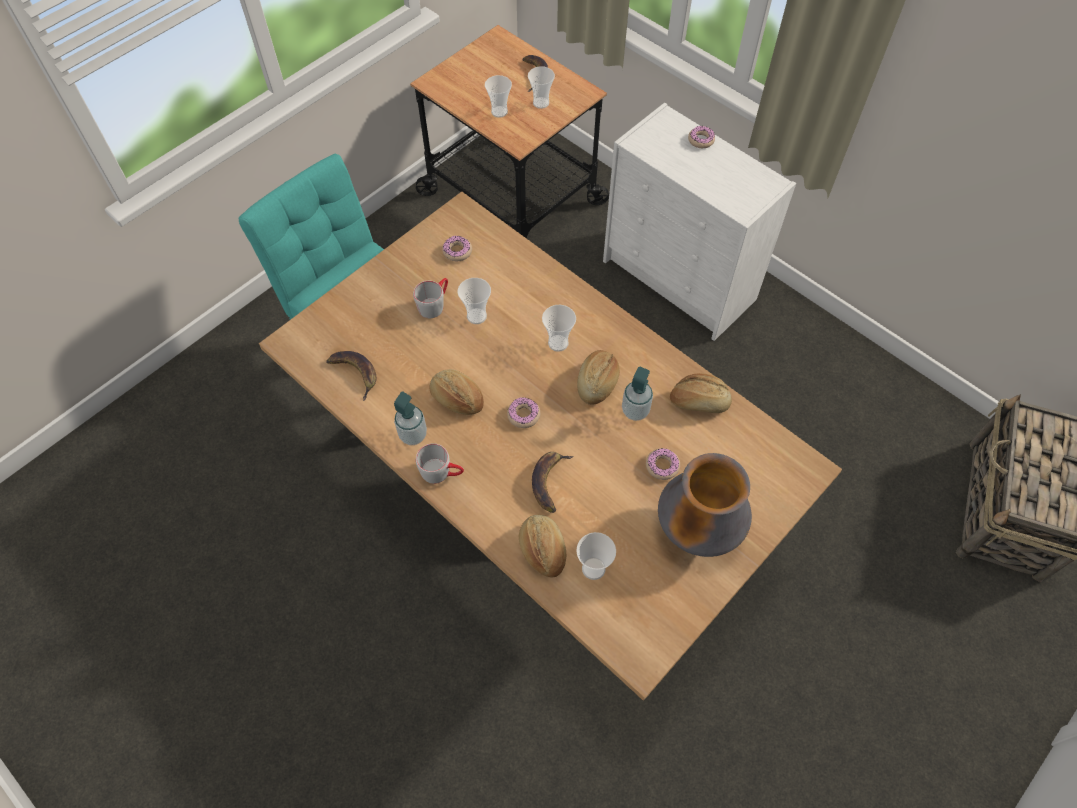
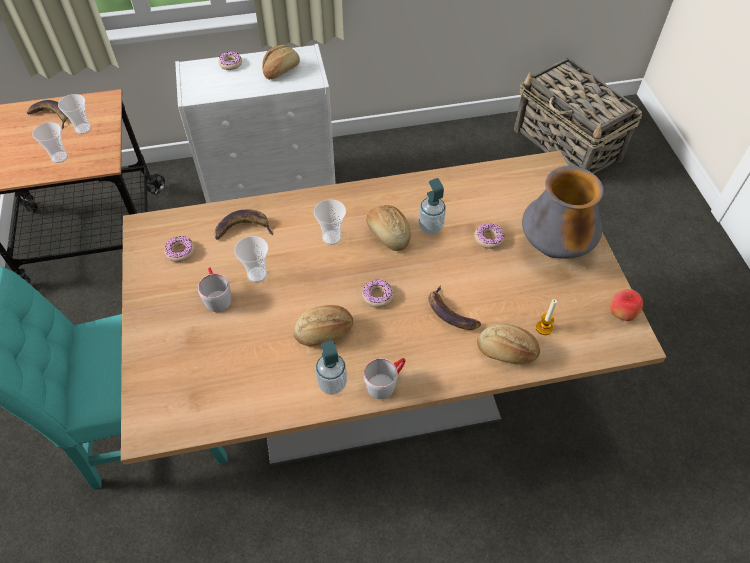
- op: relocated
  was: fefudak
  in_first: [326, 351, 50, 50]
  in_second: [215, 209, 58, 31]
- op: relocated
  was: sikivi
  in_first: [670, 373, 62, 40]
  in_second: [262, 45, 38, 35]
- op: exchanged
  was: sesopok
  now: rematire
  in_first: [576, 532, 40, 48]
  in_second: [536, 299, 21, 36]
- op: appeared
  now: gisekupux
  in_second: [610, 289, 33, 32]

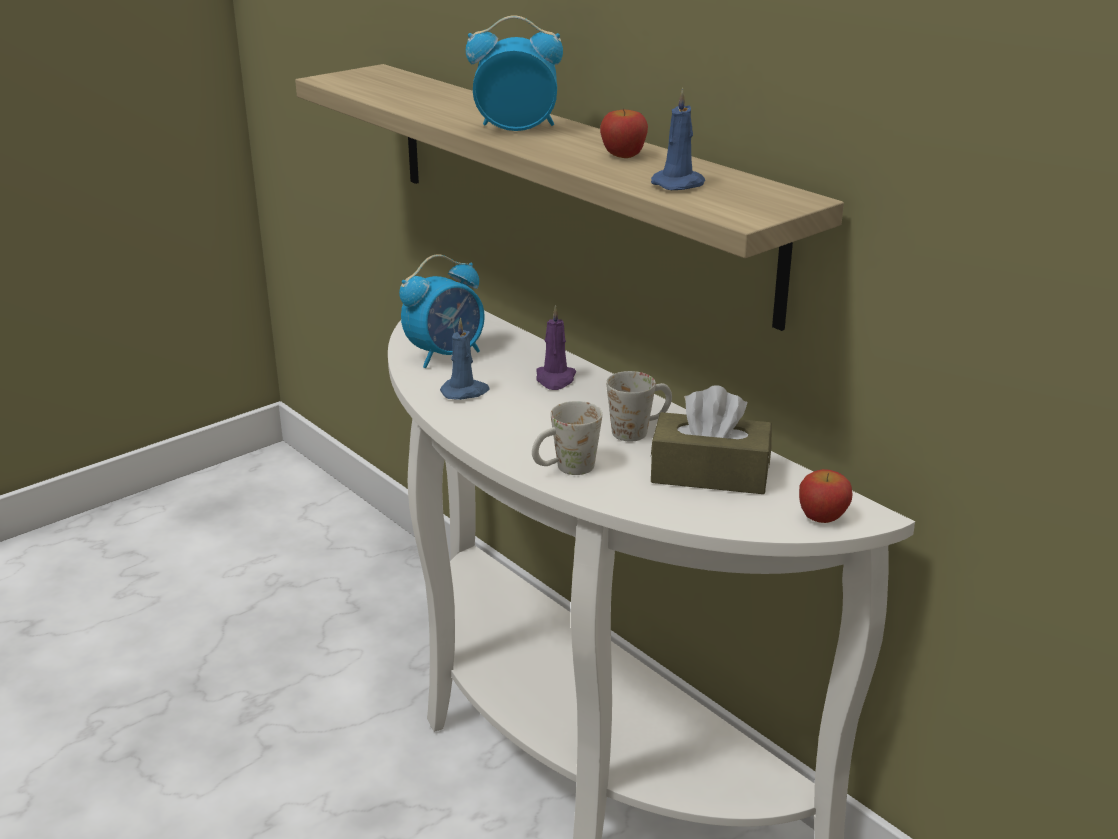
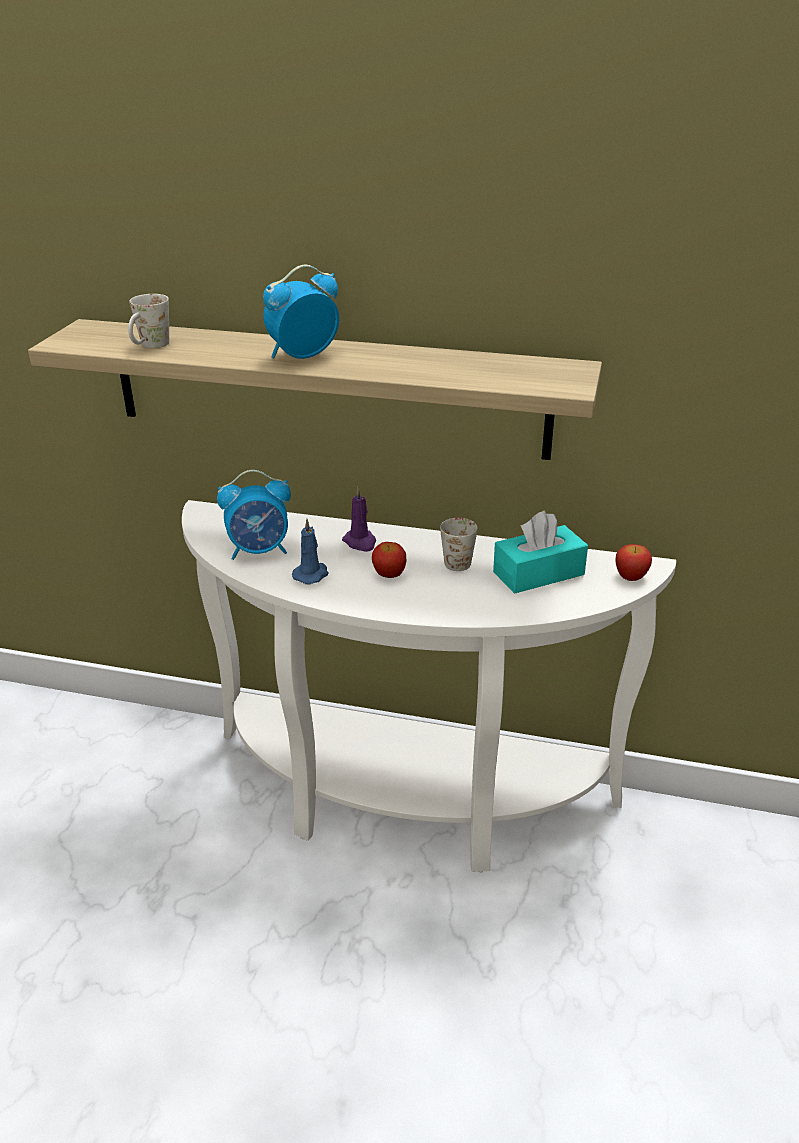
- op: relocated
  was: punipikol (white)
  in_first: [532, 401, 70, 74]
  in_second: [128, 294, 41, 54]
- op: spun
  was: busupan
  in_first: [399, 254, 86, 114]
  in_second: [217, 470, 74, 90]
  clockwise: 60
- op: relocated
  was: gisekupux
  in_first: [600, 109, 48, 49]
  in_second: [372, 542, 34, 36]
- op: colour
  was: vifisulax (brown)
  now: vifisulax (turquoise)
  in_first: [651, 385, 121, 109]
  in_second: [493, 511, 95, 83]
- op: missing
  was: rematire (blue)
  in_first: [651, 88, 54, 102]

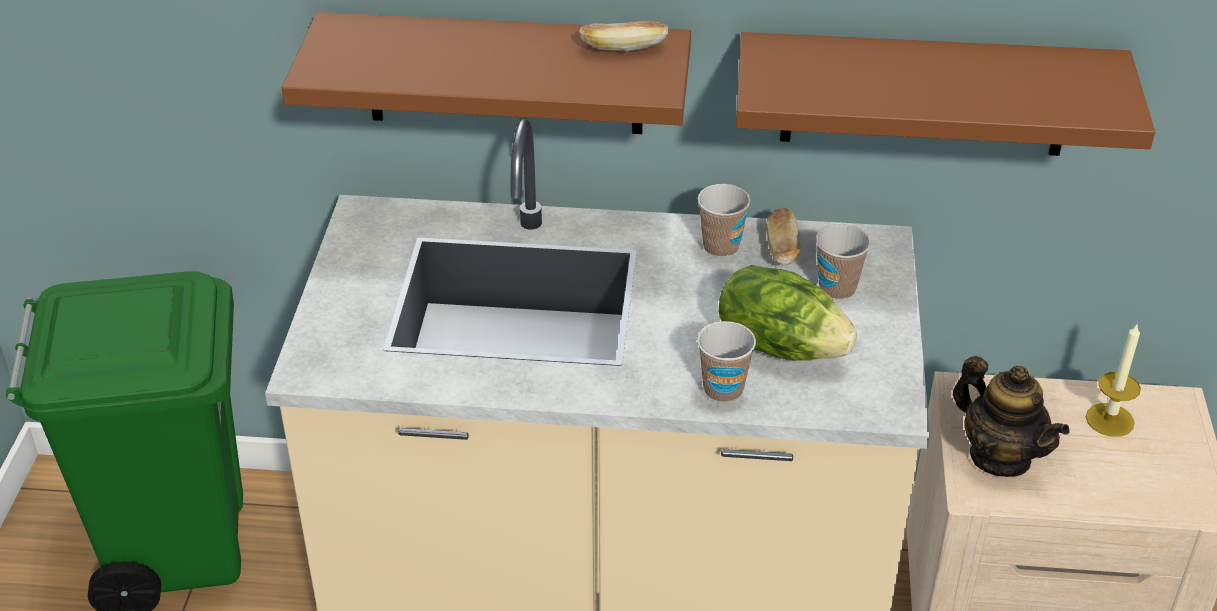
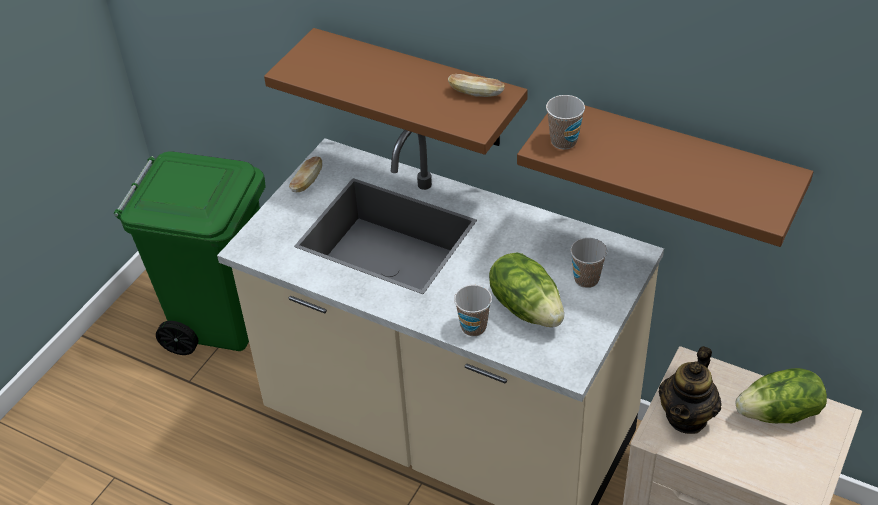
- op: relocated
  was: sikivi
  in_first: [766, 208, 34, 57]
  in_second: [289, 157, 34, 35]
- op: relocated
  was: sesopok
  in_first: [698, 184, 52, 74]
  in_second: [546, 95, 39, 55]
- op: spun
  was: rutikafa
  in_first: [953, 356, 117, 121]
  in_second: [659, 346, 63, 88]
  clockwise: 45
- op: exchanged
  was: rematire
  now: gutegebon
  in_first: [1086, 323, 55, 114]
  in_second: [736, 368, 91, 55]

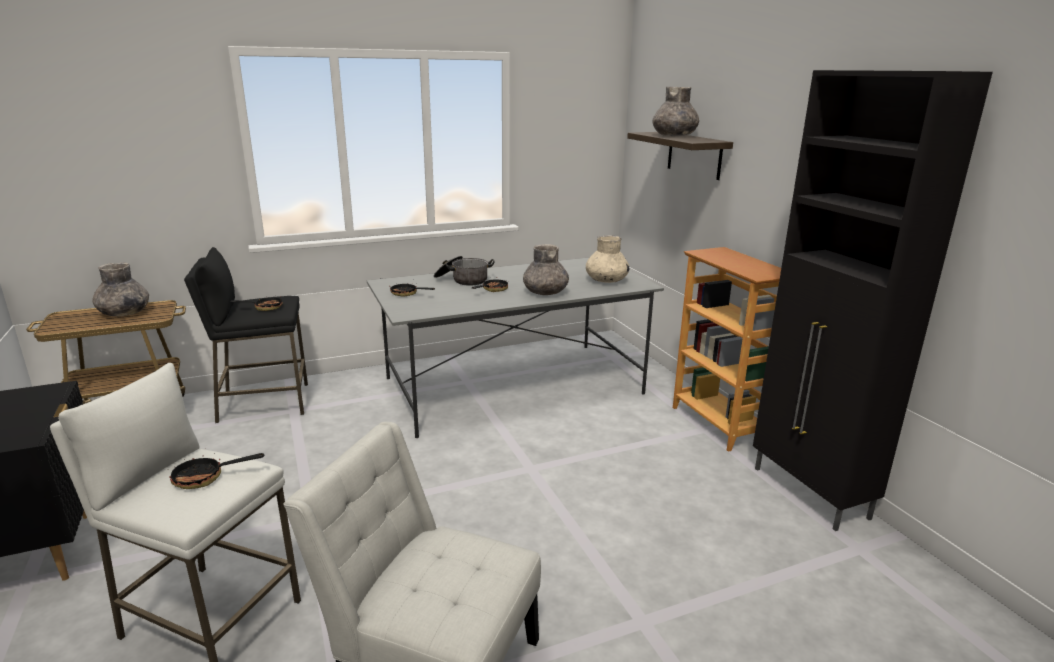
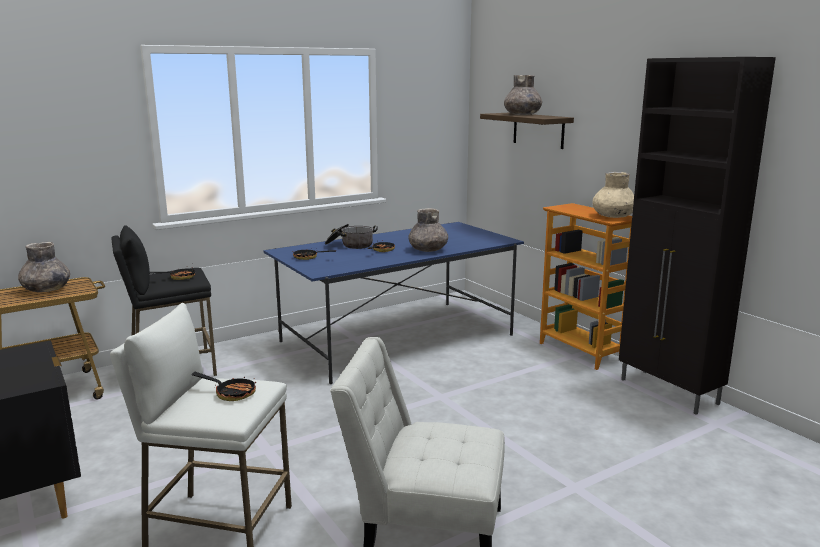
- op: spun
  was: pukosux
  in_first: [169, 453, 95, 36]
  in_second: [192, 371, 64, 30]
  clockwise: -135
- op: colour
  was: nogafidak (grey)
  now: nogafidak (blue)
  in_first: [367, 257, 297, 181]
  in_second: [263, 222, 261, 162]
- op: relocated
  was: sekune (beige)
  in_first: [586, 235, 44, 48]
  in_second: [592, 172, 42, 46]

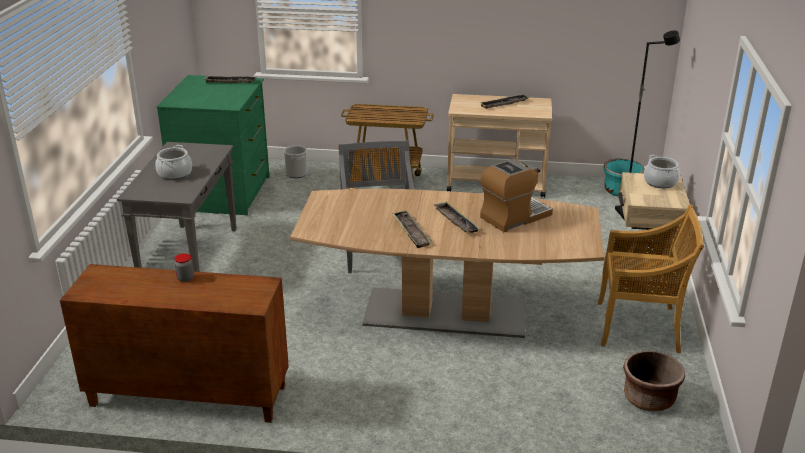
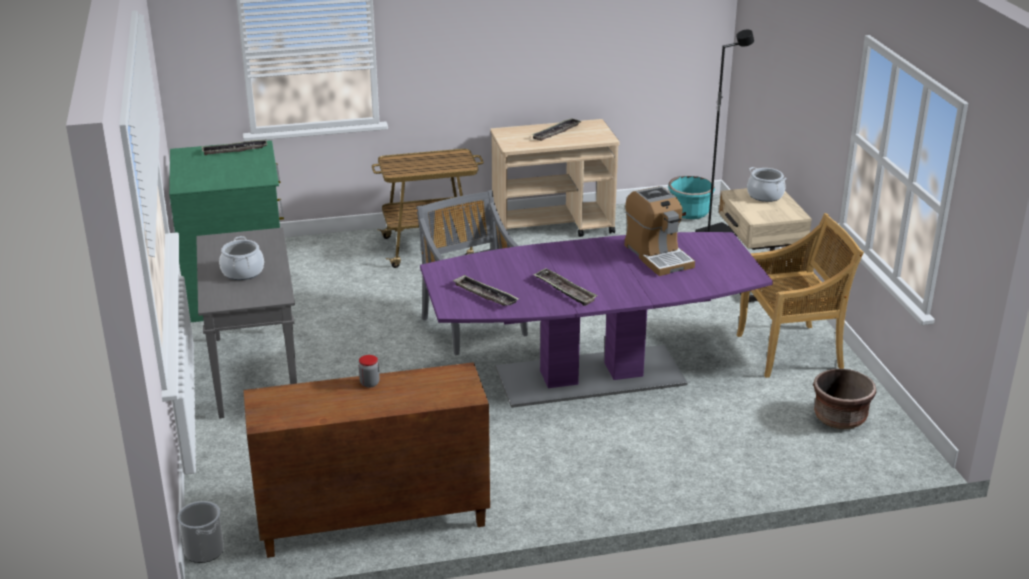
- op: relocated
  was: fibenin
  in_first: [283, 145, 24, 33]
  in_second: [177, 501, 47, 62]
- op: colour
  was: nogafidak (brown)
  now: nogafidak (purple)
  in_first: [290, 189, 315, 149]
  in_second: [420, 232, 353, 176]
- op: relocated
  was: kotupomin
  in_first: [434, 202, 47, 31]
  in_second: [452, 275, 66, 31]
- op: spun
  was: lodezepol
  in_first: [480, 159, 73, 73]
  in_second: [624, 186, 71, 90]
  clockwise: 120

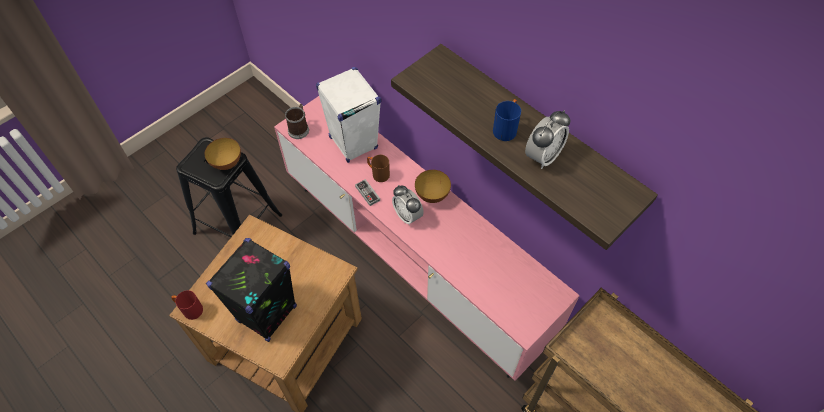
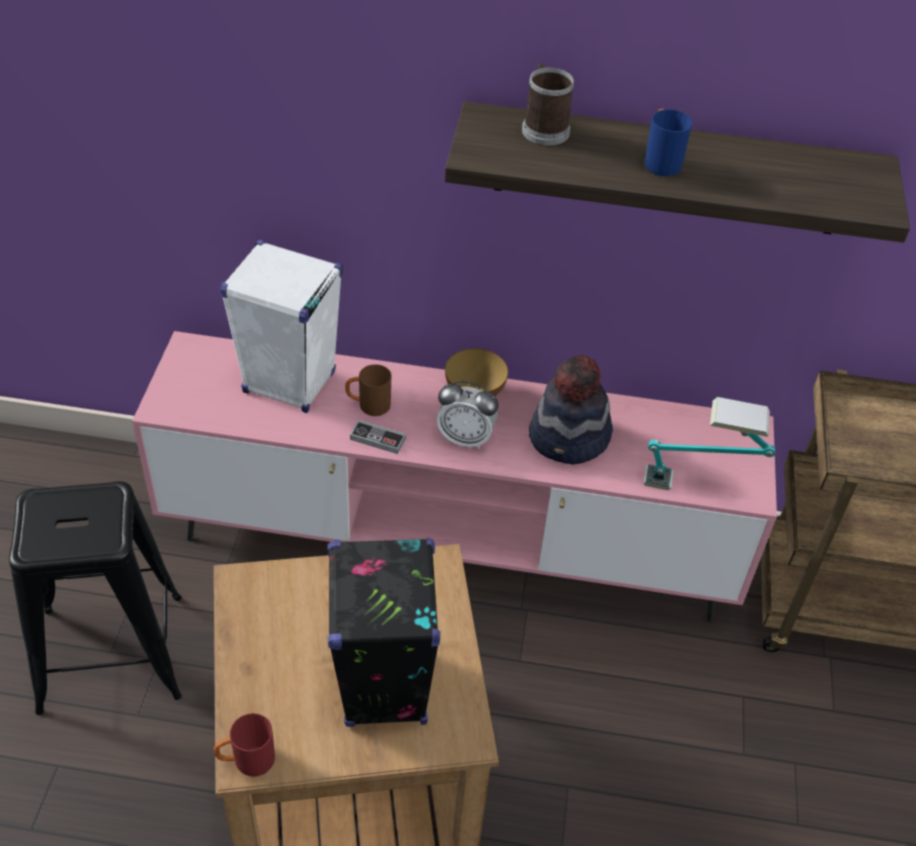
- op: relocated
  was: punipikol
  in_first: [285, 104, 24, 35]
  in_second: [522, 63, 52, 83]
- op: appeared
  now: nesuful
  in_second: [529, 355, 84, 110]
- op: appeared
  now: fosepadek
  in_second: [643, 397, 133, 93]
- op: missing
  was: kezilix
  in_first: [204, 138, 37, 32]
- op: missing
  was: busupan
  in_first: [525, 110, 46, 59]

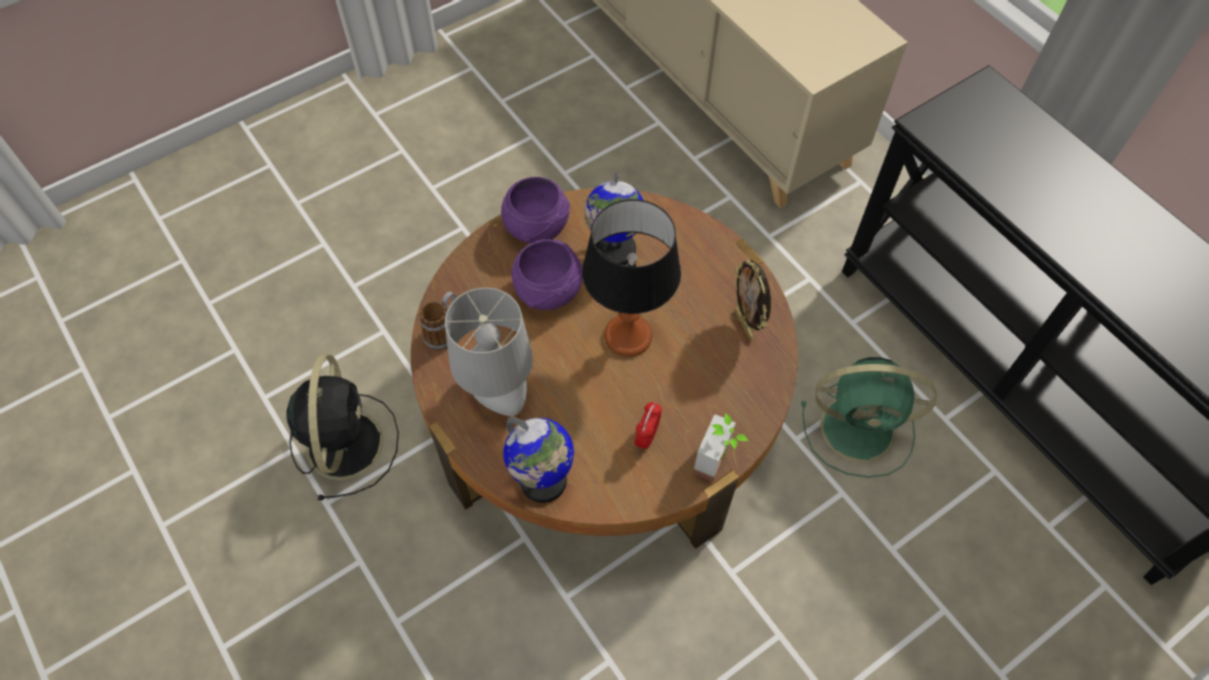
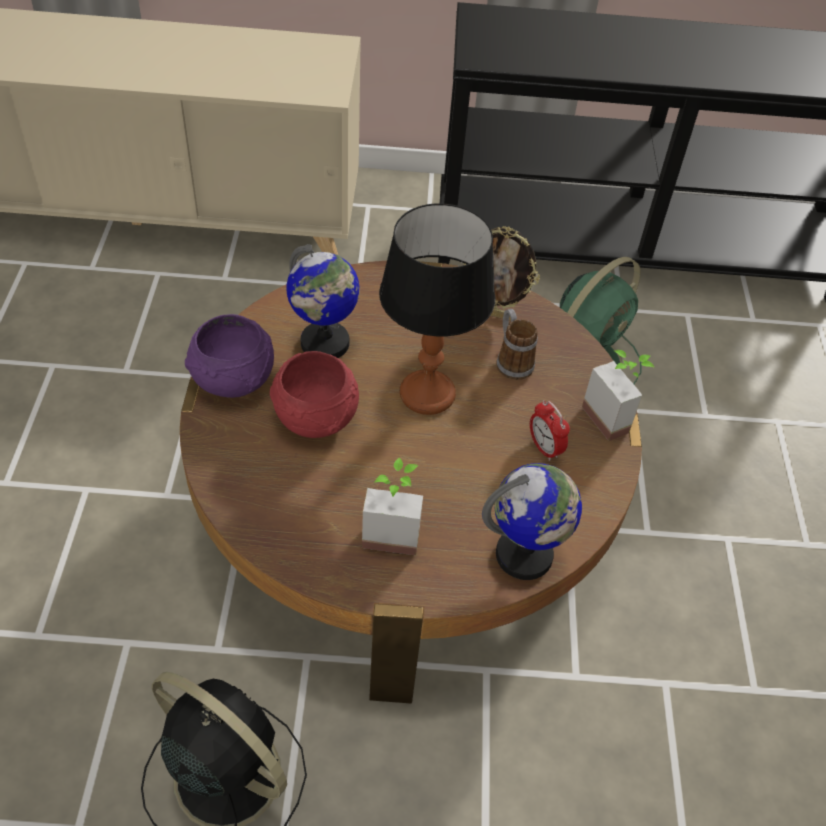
- op: colour
  was: kezilix (purple)
  now: kezilix (red)
  in_first: [511, 239, 72, 71]
  in_second: [270, 351, 89, 87]
- op: exchanged
  was: fosepadek (grey)
  now: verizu
  in_first: [445, 288, 88, 128]
  in_second: [362, 457, 61, 98]
- op: relocated
  was: punipikol
  in_first: [420, 291, 37, 59]
  in_second: [497, 309, 41, 71]

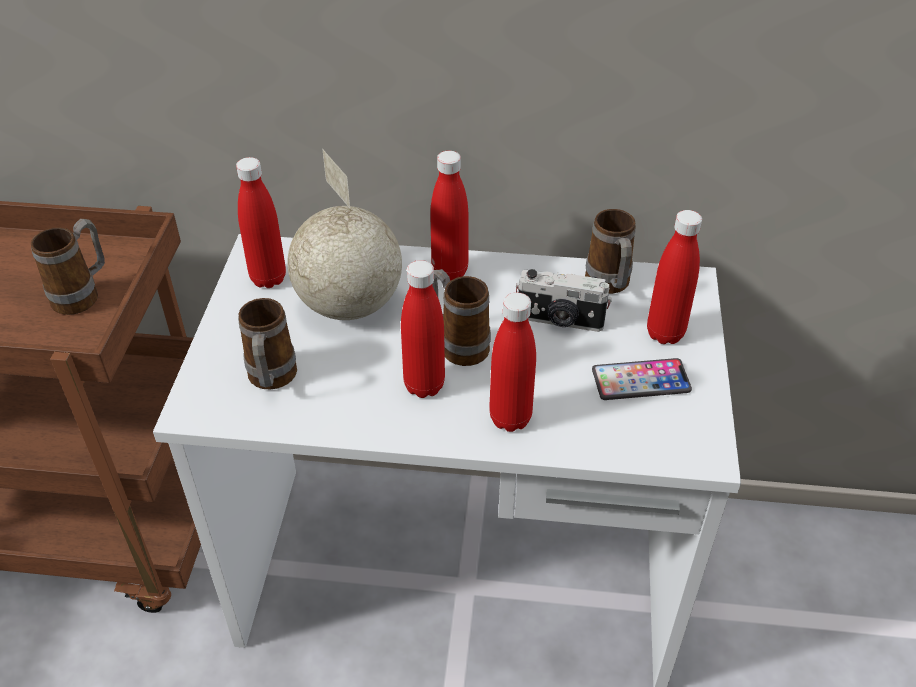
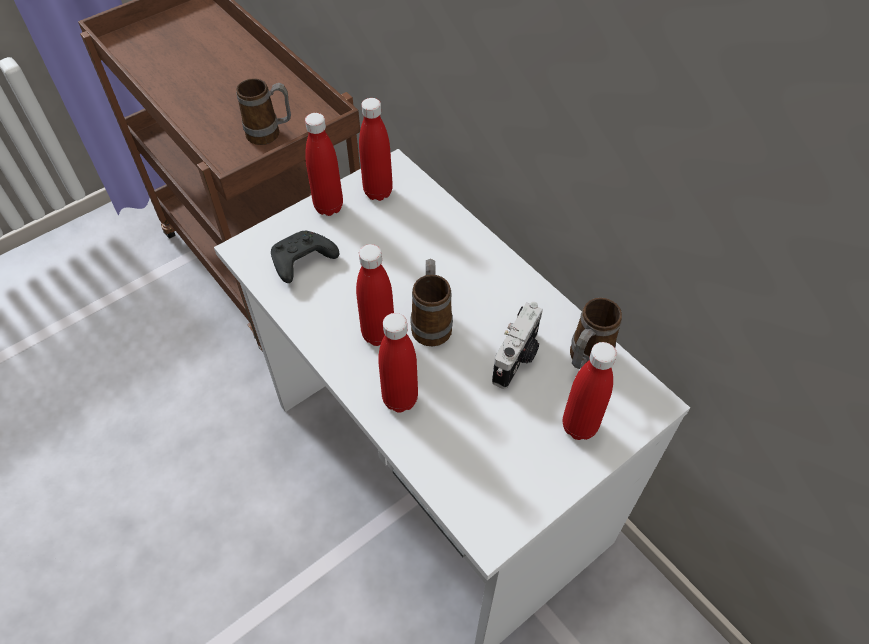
- op: exchanged
  was: punipikol
  now: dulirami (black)
  in_first: [238, 298, 59, 92]
  in_second: [271, 231, 68, 52]
- op: relocated
  was: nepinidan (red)
  in_first: [430, 151, 39, 130]
  in_second: [305, 113, 38, 103]
- op: spun
  was: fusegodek
  in_first: [516, 269, 96, 63]
  in_second: [492, 302, 51, 87]
  clockwise: -120
- op: missing
  was: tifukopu
  in_first: [288, 149, 114, 171]
- op: missing
  was: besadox
  in_first: [592, 358, 100, 42]

